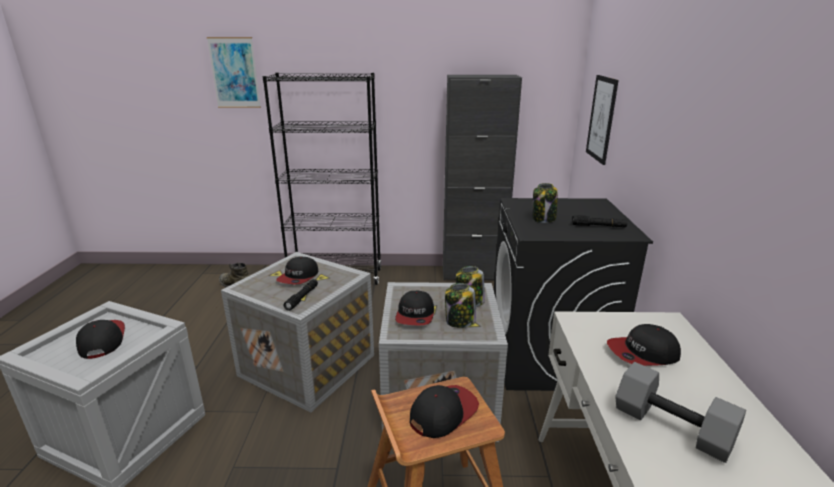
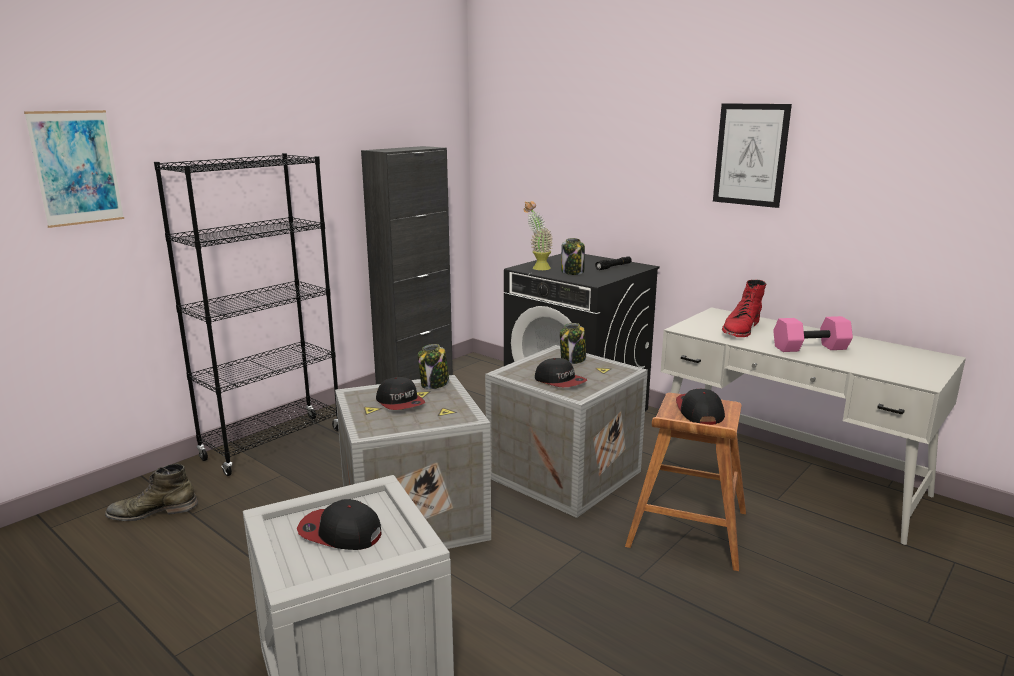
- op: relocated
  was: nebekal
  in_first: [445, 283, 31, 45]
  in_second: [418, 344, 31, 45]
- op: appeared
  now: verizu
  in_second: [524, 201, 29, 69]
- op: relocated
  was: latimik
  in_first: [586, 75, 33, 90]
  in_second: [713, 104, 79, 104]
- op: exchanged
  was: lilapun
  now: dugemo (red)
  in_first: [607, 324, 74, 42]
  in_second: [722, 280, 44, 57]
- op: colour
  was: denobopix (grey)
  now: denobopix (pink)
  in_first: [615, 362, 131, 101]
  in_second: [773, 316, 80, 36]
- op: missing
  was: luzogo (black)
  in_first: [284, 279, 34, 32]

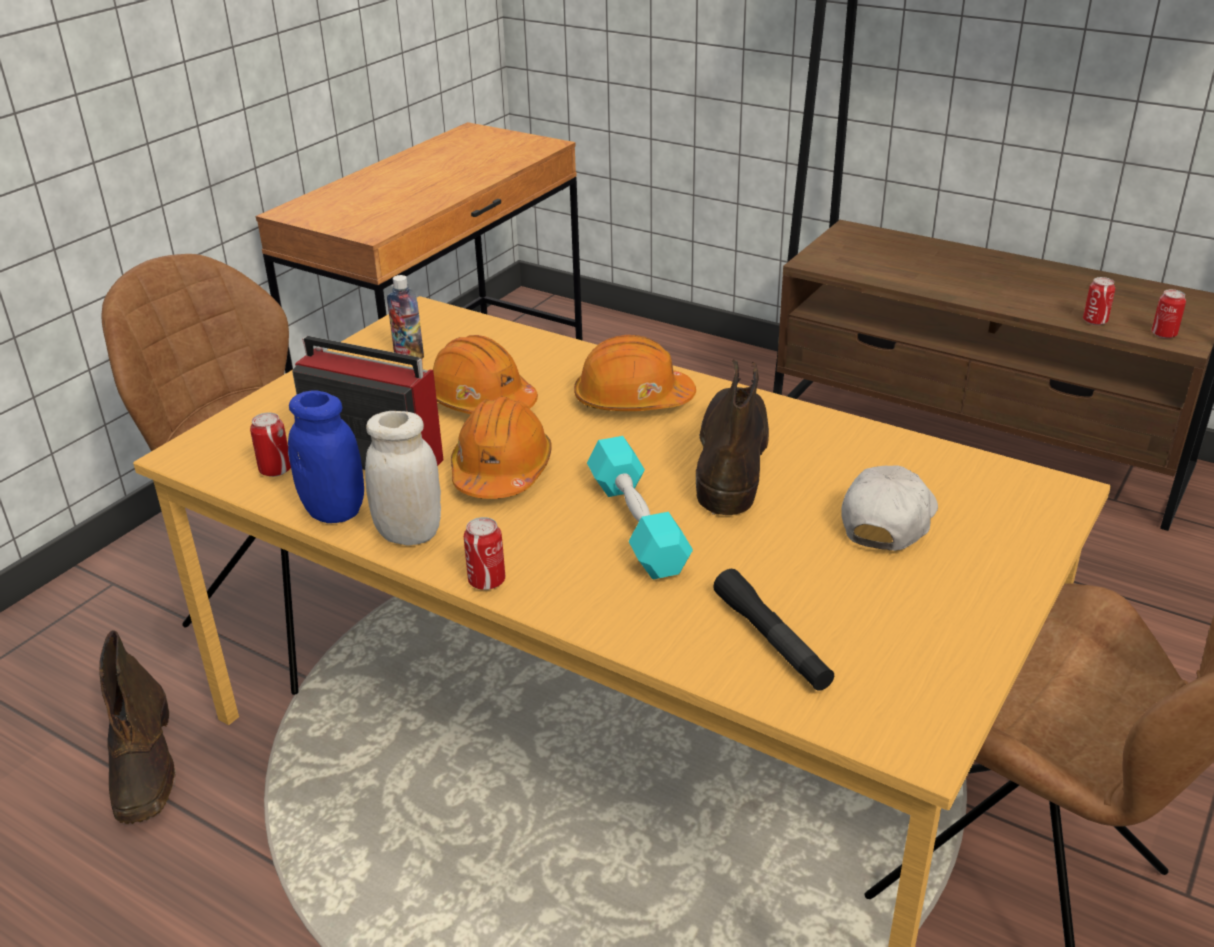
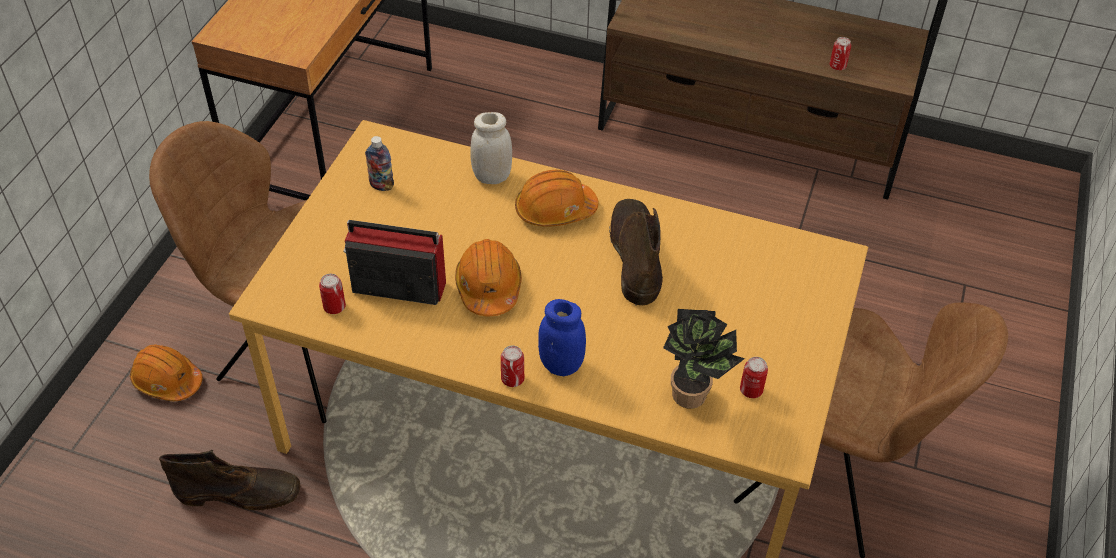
- op: relocated
  was: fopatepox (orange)
  in_first: [433, 335, 105, 79]
  in_second: [130, 345, 73, 56]
- op: spun
  was: dugemo (brown)
  in_first: [99, 630, 77, 194]
  in_second: [159, 450, 141, 61]
  clockwise: -60
- op: relocated
  was: nebekal (white)
  in_first: [365, 411, 76, 135]
  in_second: [470, 112, 42, 72]
- op: relocated
  was: nebekal (blue)
  in_first: [288, 390, 76, 133]
  in_second: [538, 299, 48, 77]
- op: exchanged
  was: luzogo (black)
  now: verizu
  in_first: [713, 569, 121, 122]
  in_second: [663, 309, 82, 100]
- op: relocated
  was: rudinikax
  in_first: [1152, 289, 34, 50]
  in_second: [740, 357, 28, 41]
- op: missing
  was: denobopix (turquoise)
  in_first: [587, 436, 106, 144]
- op: missing
  was: lilapun (white)
  in_first: [841, 466, 97, 85]

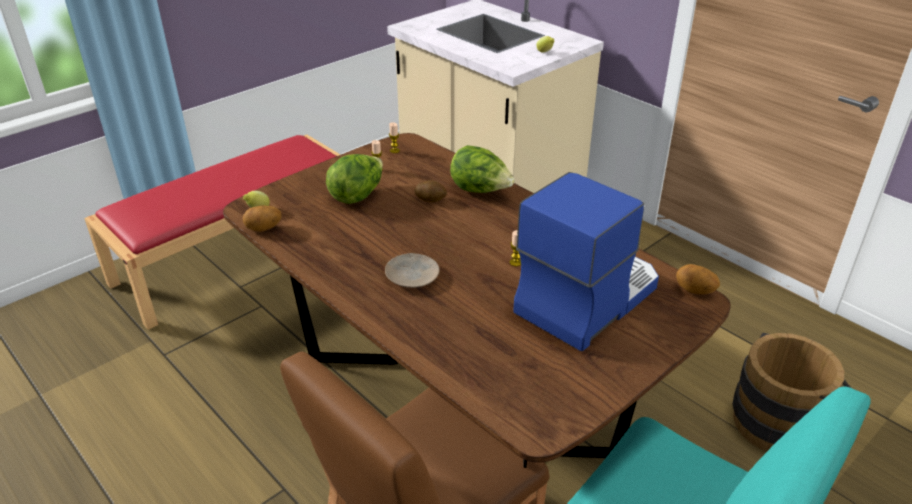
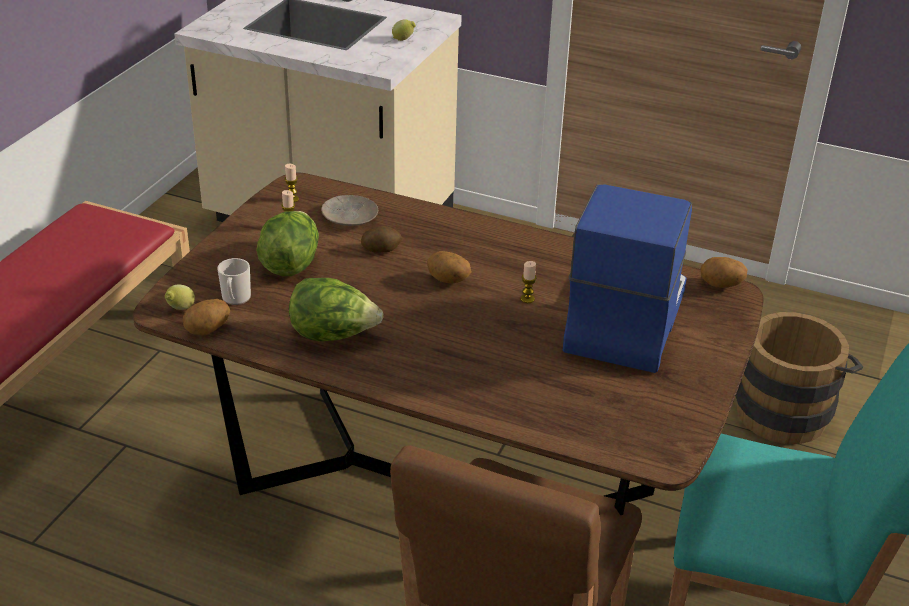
- op: appeared
  now: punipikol
  in_second: [217, 258, 34, 47]
- op: relocated
  was: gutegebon
  in_first: [450, 145, 64, 48]
  in_second: [289, 278, 94, 63]
- op: relocated
  was: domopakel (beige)
  in_first: [385, 253, 55, 35]
  in_second: [321, 195, 57, 31]
- op: appeared
  now: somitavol
  in_second: [427, 251, 45, 32]

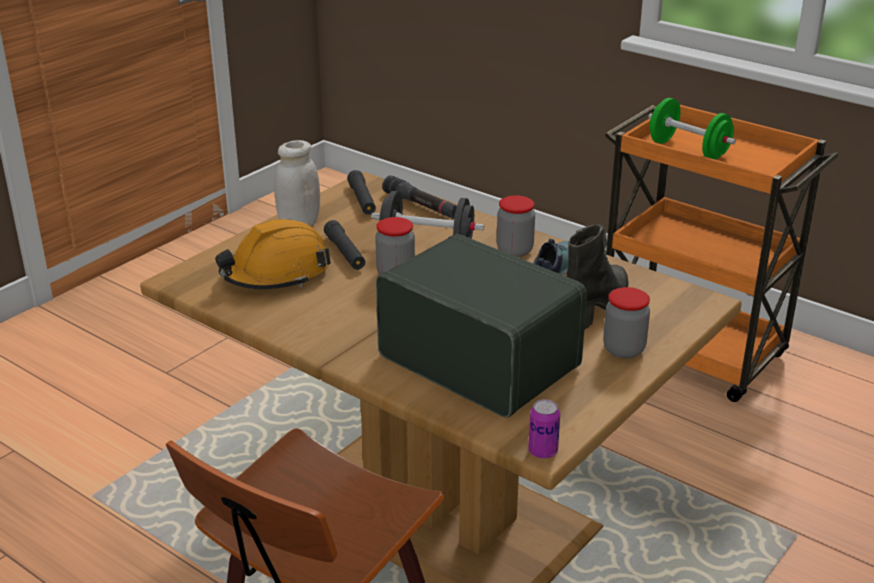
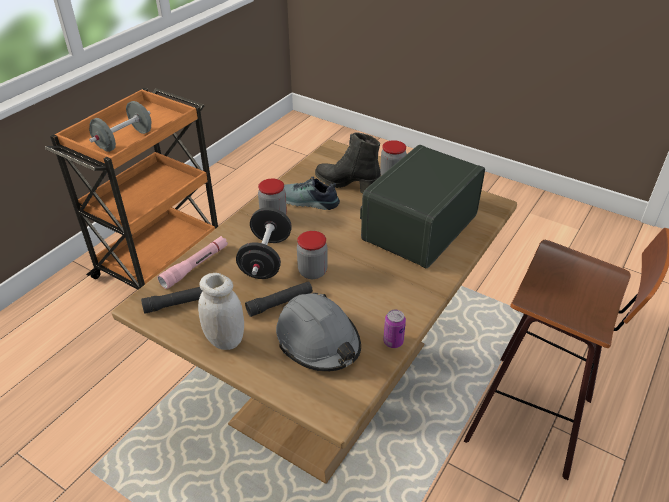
- op: colour
  was: denobopix (green)
  now: denobopix (grey)
  in_first: [648, 98, 88, 62]
  in_second: [89, 101, 62, 51]
- op: colour
  was: luzogo (black)
  now: luzogo (pink)
  in_first: [382, 176, 75, 43]
  in_second: [157, 236, 71, 53]
- op: colour
  was: fopatepox (orange)
  now: fopatepox (grey)
  in_first: [215, 219, 116, 70]
  in_second: [276, 293, 85, 79]
- op: relocated
  was: rudinikax
  in_first: [528, 399, 32, 60]
  in_second: [383, 310, 23, 38]

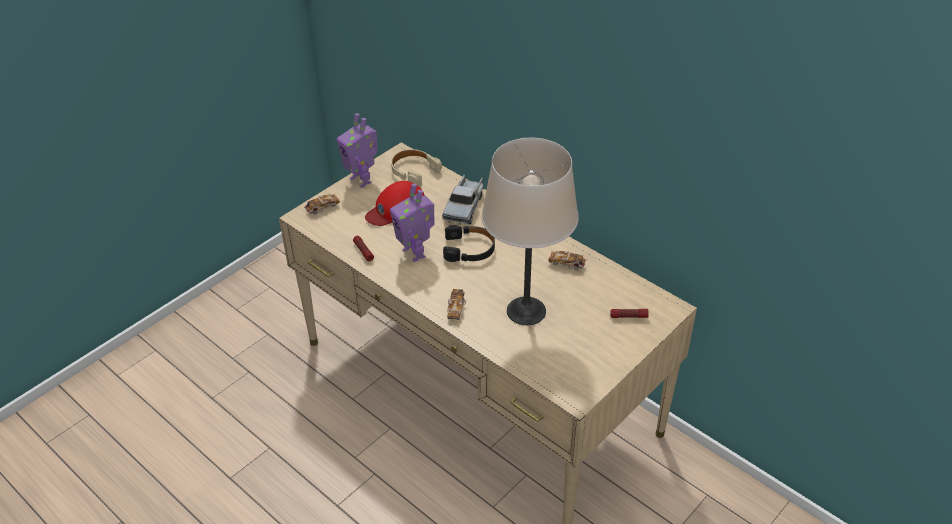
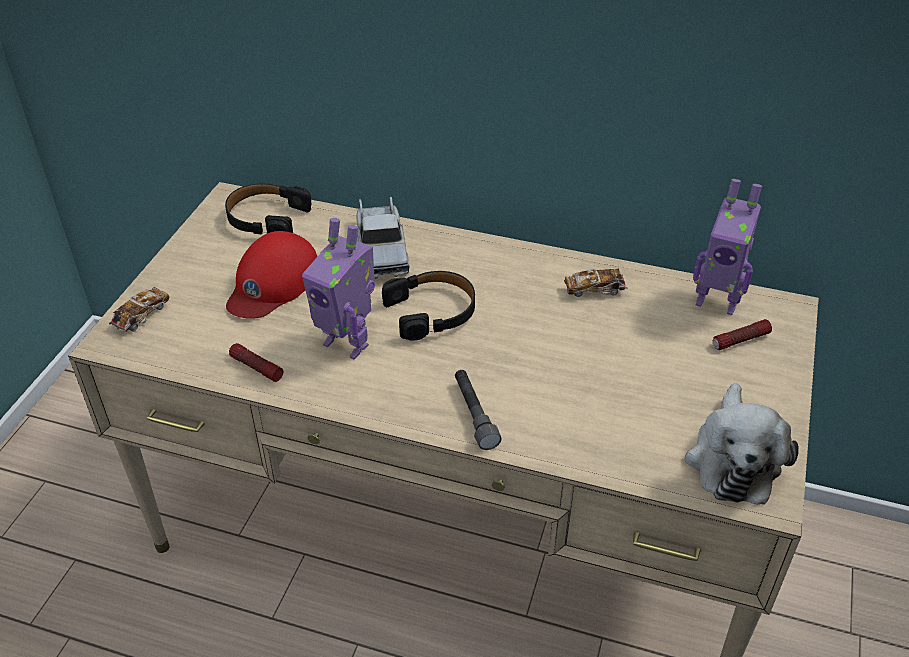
- op: colour
  was: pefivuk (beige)
  now: pefivuk (black)
  in_first: [391, 149, 51, 37]
  in_second: [225, 183, 86, 51]
- op: exchanged
  was: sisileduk
  now: luzogo (grey)
  in_first: [447, 289, 19, 31]
  in_second: [455, 370, 46, 80]
- op: appeared
  now: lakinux
  in_second: [685, 383, 114, 122]
- op: relocated
  was: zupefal
  in_first: [337, 113, 41, 75]
  in_second: [693, 179, 69, 136]
- op: missing
  was: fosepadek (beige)
  in_first: [481, 138, 98, 187]

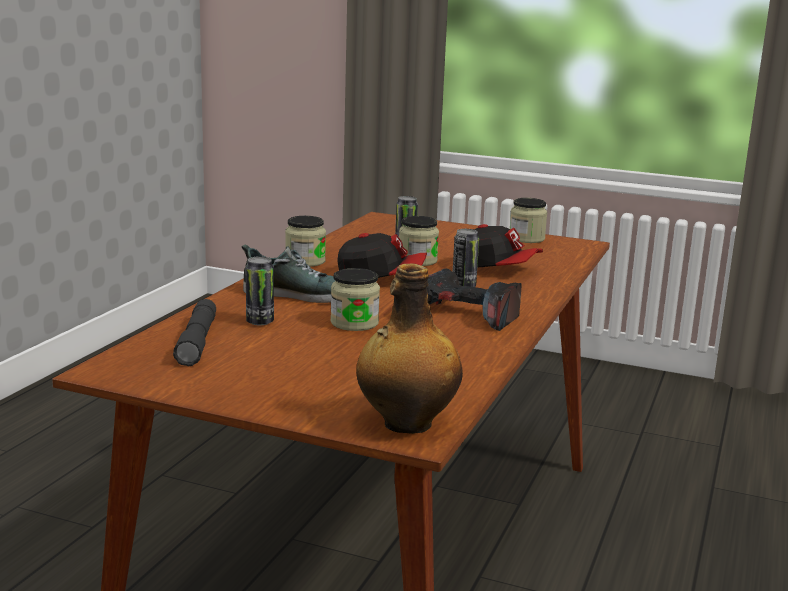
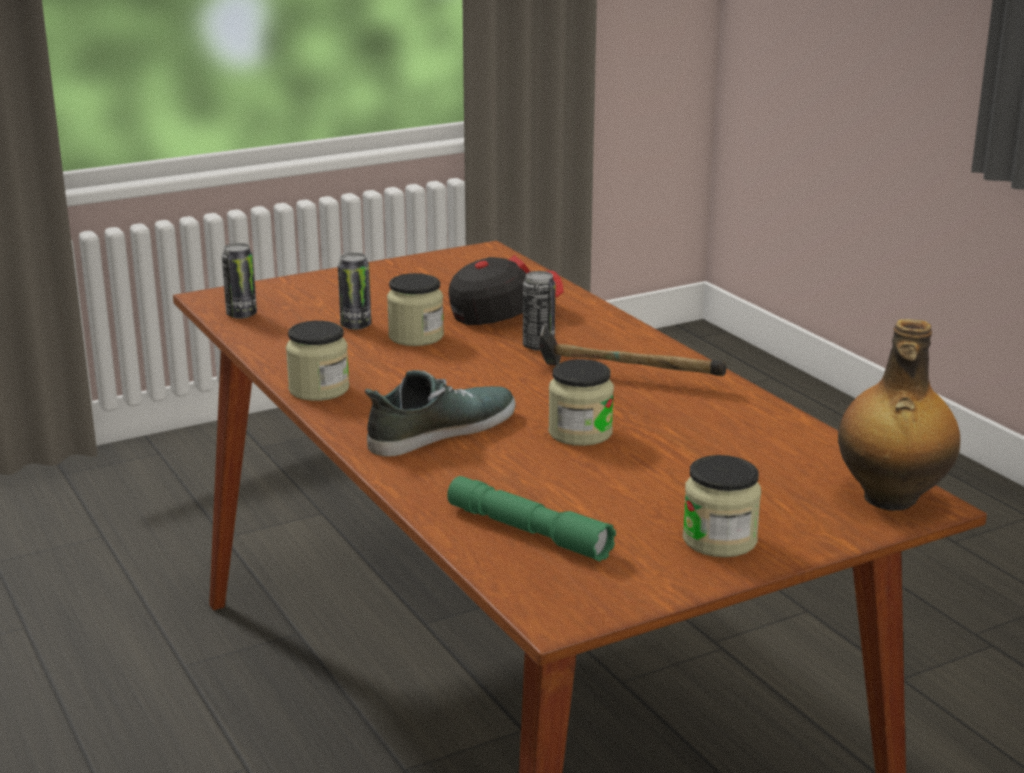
- op: relocated
  was: rudinikax
  in_first: [246, 256, 28, 69]
  in_second: [222, 243, 35, 76]
- op: colour
  was: luzogo (grey)
  now: luzogo (green)
  in_first: [173, 299, 43, 67]
  in_second: [447, 476, 169, 86]
- op: exchanged
  was: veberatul
  now: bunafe
  in_first: [426, 269, 95, 62]
  in_second: [539, 325, 187, 51]
- op: relocated
  was: nebekal
  in_first: [510, 198, 37, 45]
  in_second: [683, 455, 78, 102]
- op: missing
  was: lilapun
  in_first: [337, 233, 90, 45]

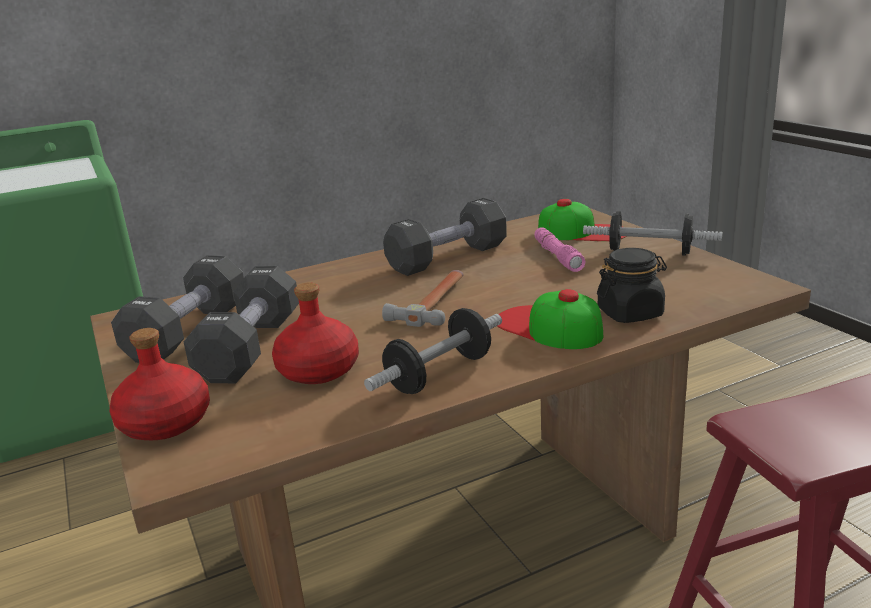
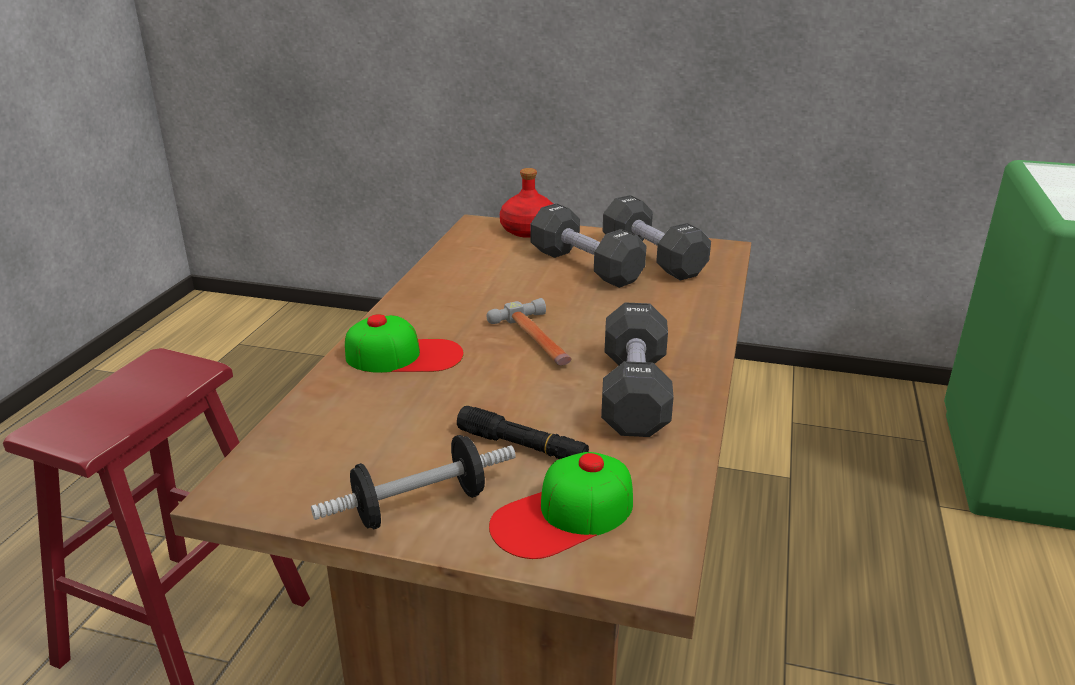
- op: colour
  was: luzogo (pink)
  now: luzogo (black)
  in_first: [534, 227, 51, 45]
  in_second: [457, 406, 132, 53]
- op: missing
  was: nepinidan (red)
  in_first: [272, 282, 87, 102]
- op: missing
  was: denobopix
  in_first: [364, 308, 138, 86]
- op: missing
  was: nebekal (black)
  in_first: [597, 248, 70, 75]

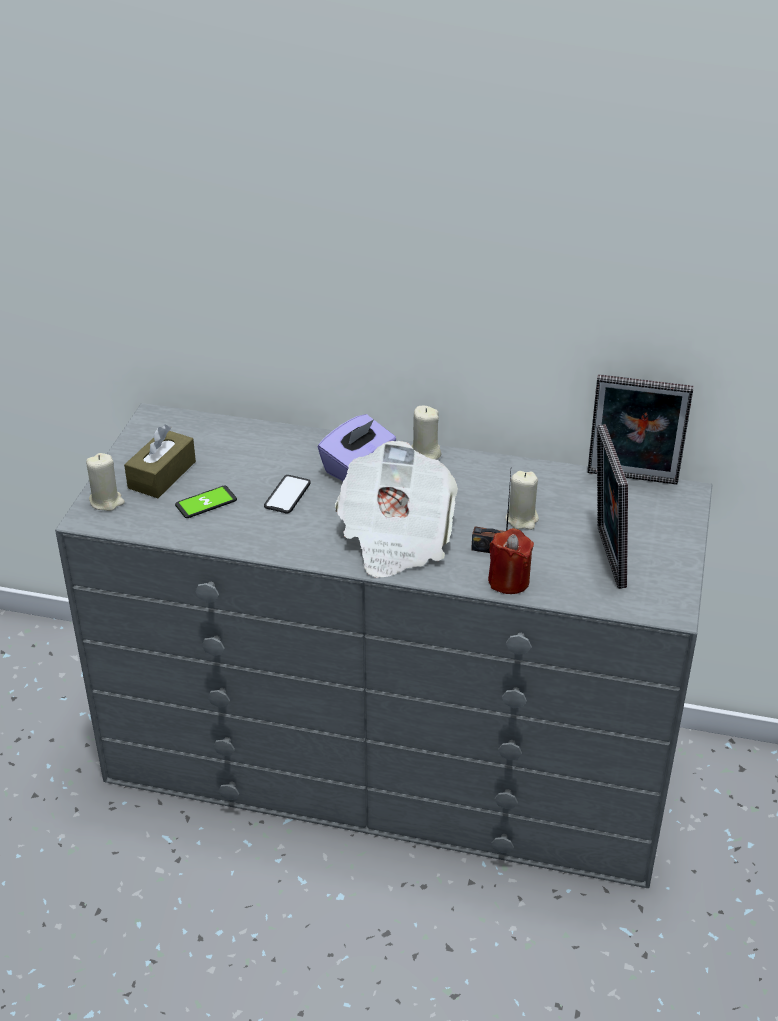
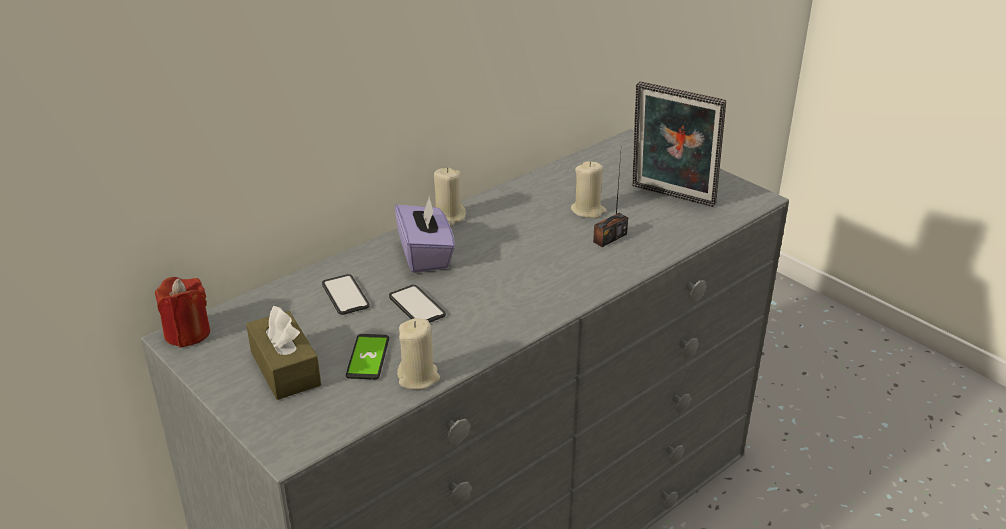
- op: relocated
  was: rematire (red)
  in_first: [488, 528, 46, 66]
  in_second: [155, 277, 55, 71]
- op: appeared
  now: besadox
  in_second: [322, 274, 48, 41]
- op: relocated
  was: rematire (beige)
  in_first: [86, 453, 39, 58]
  in_second: [397, 318, 43, 72]
- op: missing
  was: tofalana
  in_first: [335, 441, 123, 137]
- op: missing
  was: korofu
  in_first: [587, 374, 107, 111]

